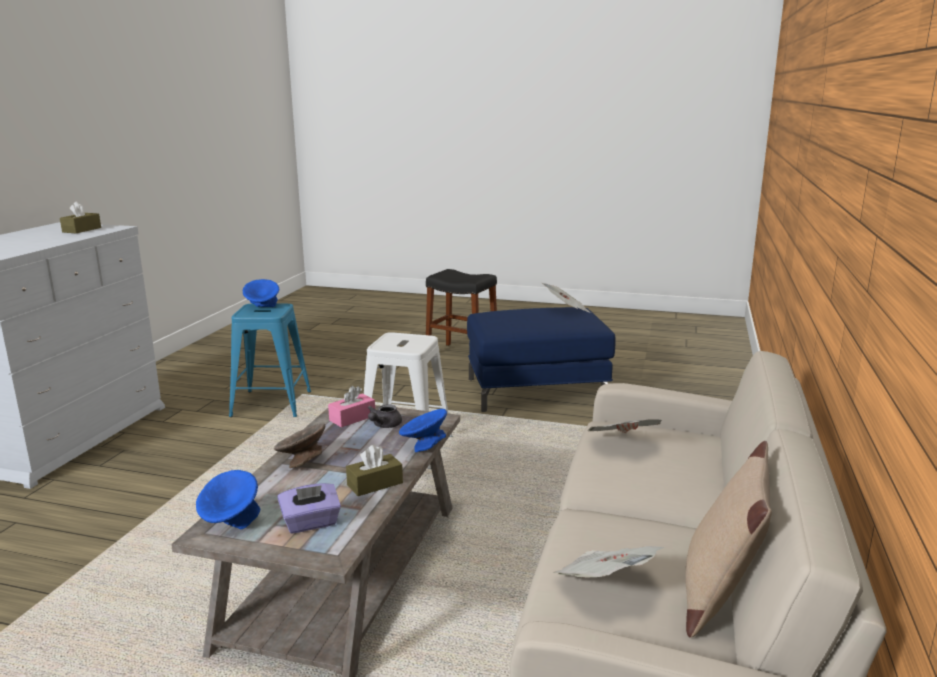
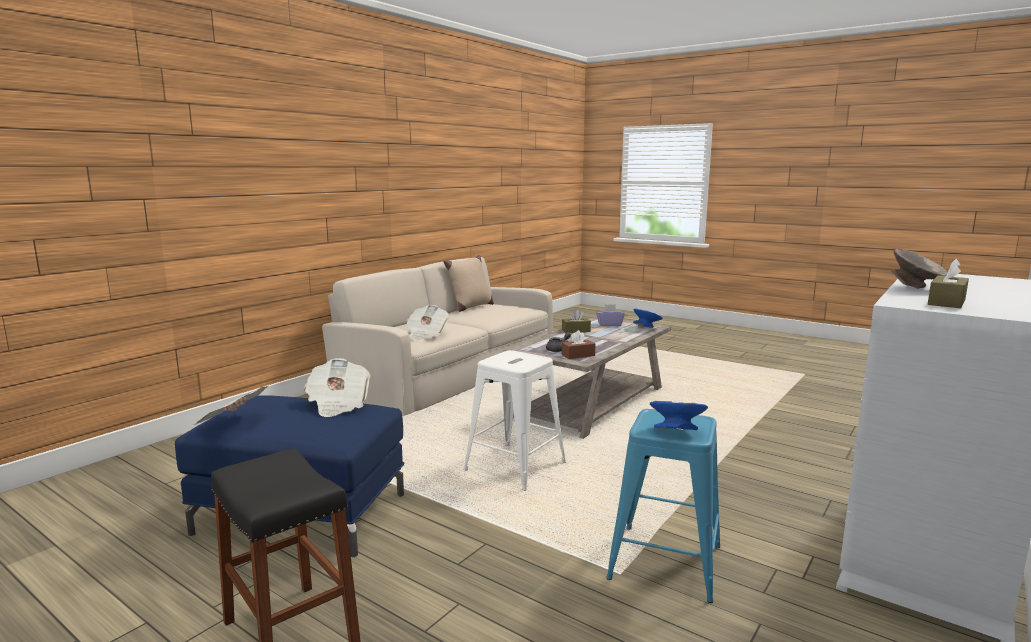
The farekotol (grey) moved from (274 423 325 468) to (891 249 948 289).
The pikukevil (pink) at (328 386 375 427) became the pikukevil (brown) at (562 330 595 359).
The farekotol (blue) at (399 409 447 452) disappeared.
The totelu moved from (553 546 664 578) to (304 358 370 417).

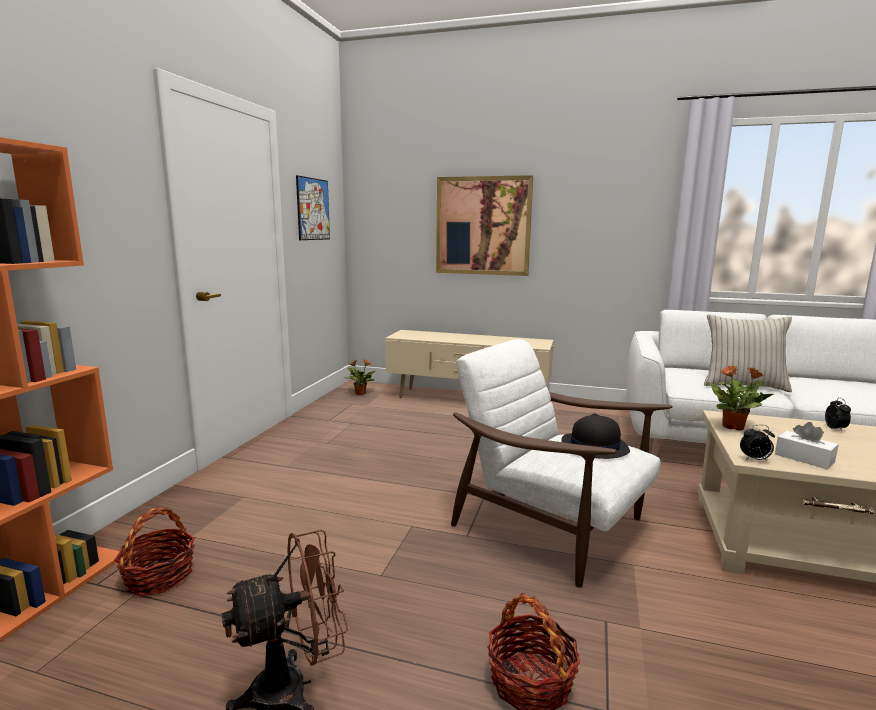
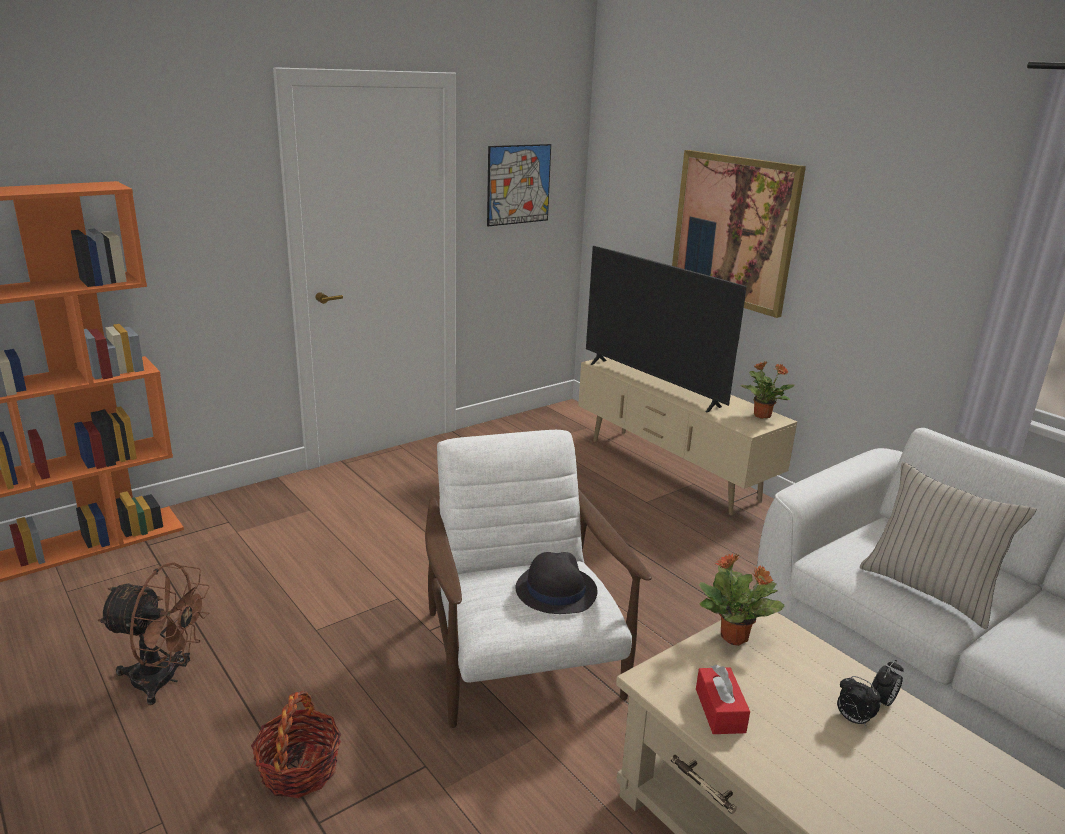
The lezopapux at (114 507 195 596) disappeared.
The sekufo moved from (344 360 375 395) to (740 362 795 419).
The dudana moved from (740 425 775 461) to (837 676 880 728).
The pikukevil (white) at (775 422 839 469) became the pikukevil (red) at (696 665 750 734).
The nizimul at (586 246 747 413) appeared.

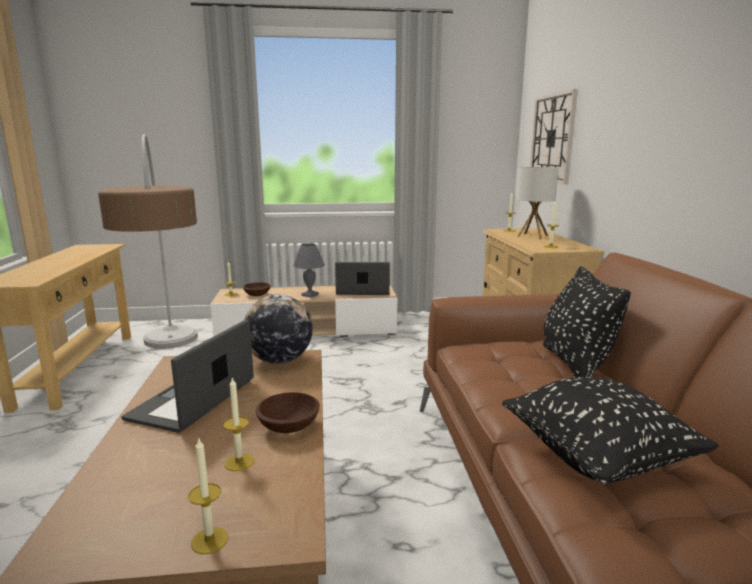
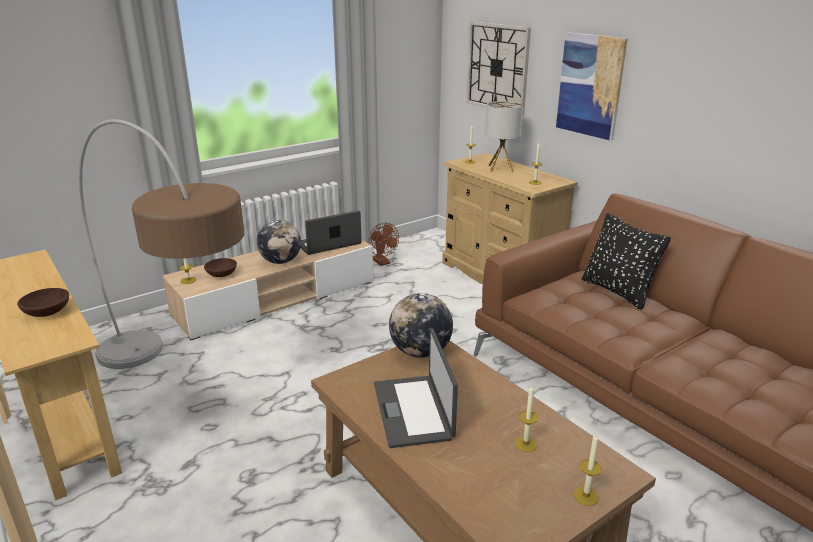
The farekotol (brown) moved from (256 392 320 433) to (17 288 69 317).
The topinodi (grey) at (293 243 325 298) was replaced by the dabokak at (257 220 301 264).
The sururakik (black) at (502 377 719 484) disappeared.
The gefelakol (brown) at (369 223 399 266) appeared.
The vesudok at (556 32 628 141) appeared.

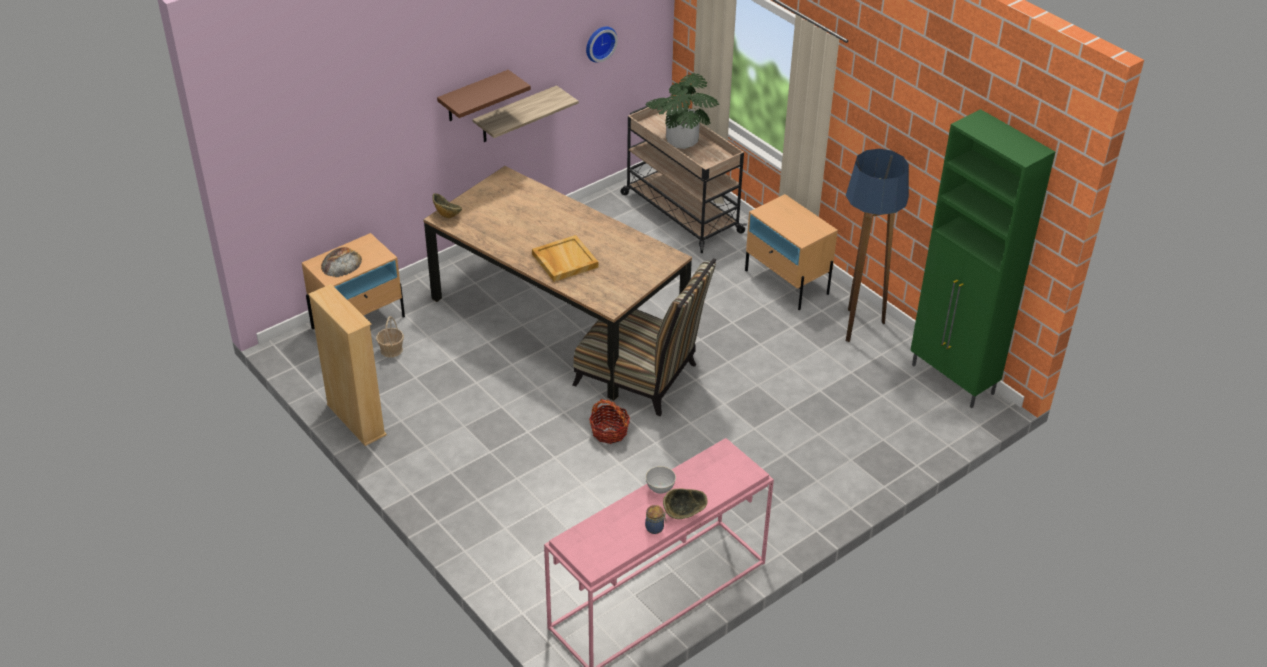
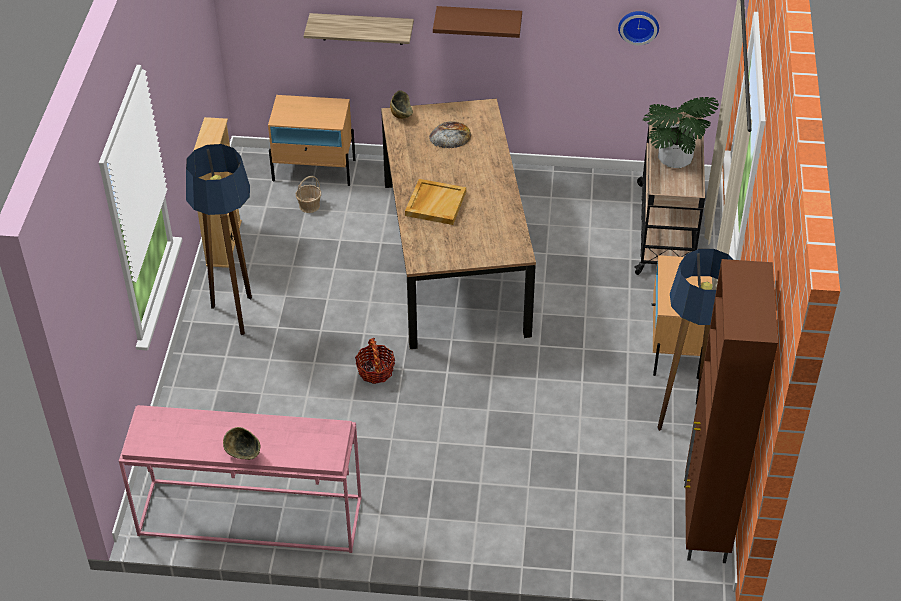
The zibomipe moved from (321 247 362 277) to (429 121 471 148).
The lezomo moved from (472 85 579 142) to (304 13 414 45).
The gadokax at (572 258 716 416) disappeared.
The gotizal at (645 505 666 534) disappeared.
The farekotol (grey) at (646 466 676 494) disappeared.
The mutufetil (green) at (910 109 1055 408) became the mutufetil (brown) at (684 259 778 563).
The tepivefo at (186 144 252 335) appeared.

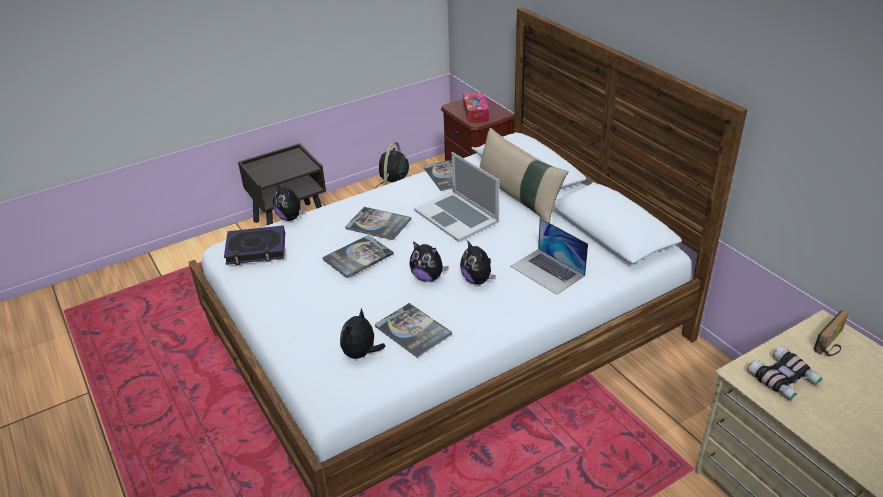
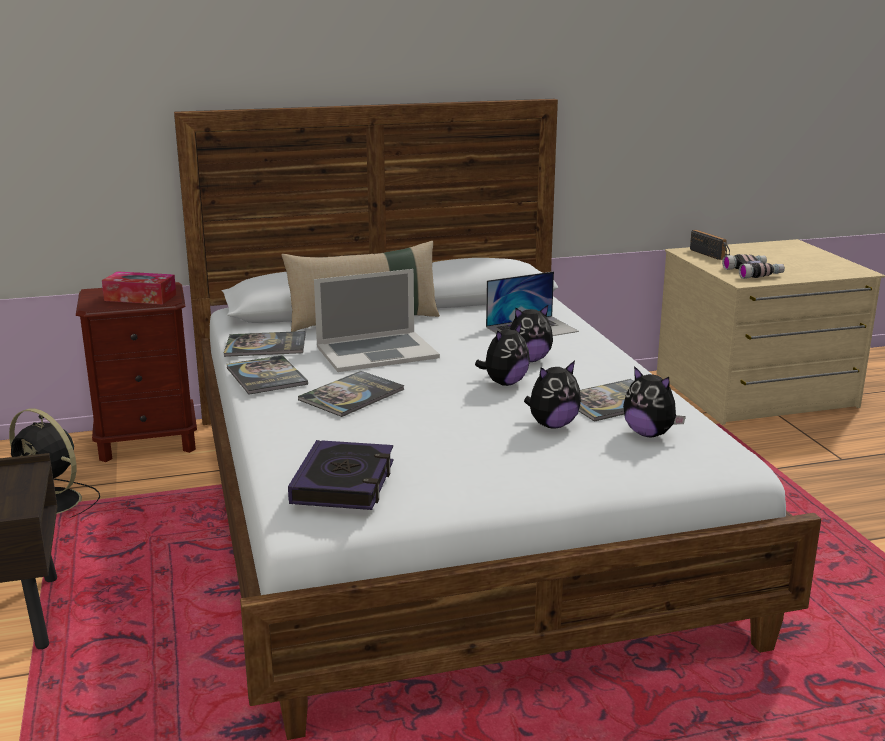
The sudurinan moved from (273 183 305 221) to (524 361 581 429).
The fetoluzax moved from (322 235 394 278) to (227 355 308 394).

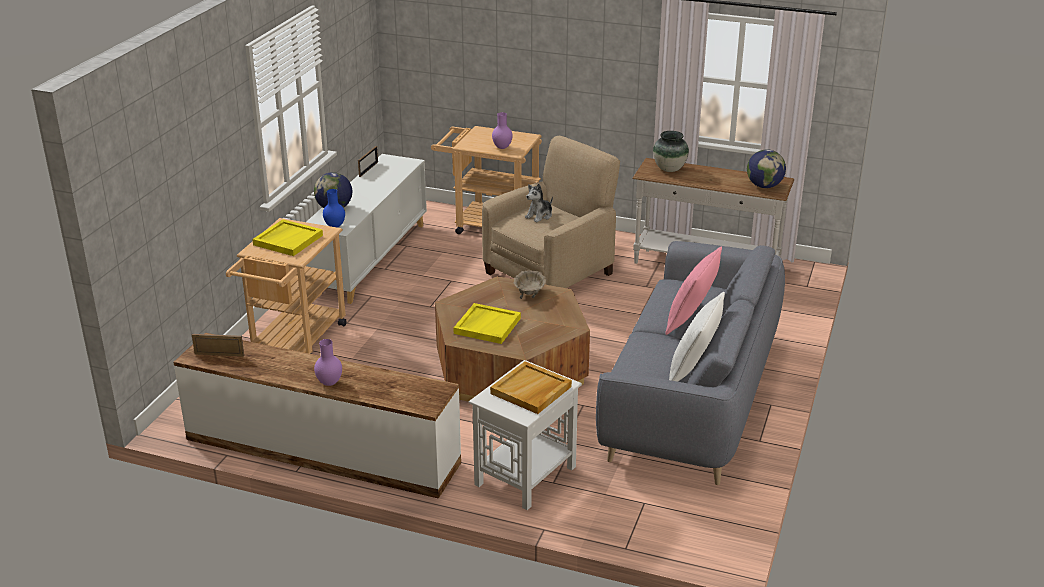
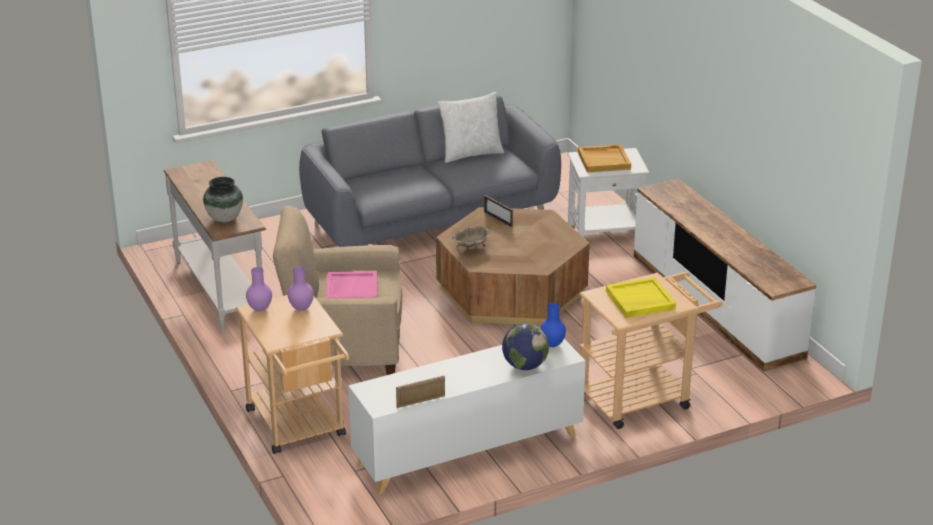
The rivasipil moved from (192 334 244 357) to (484 195 513 228).
The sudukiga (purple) moved from (314 339 342 386) to (246 267 272 311).
The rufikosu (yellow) at (454 303 521 344) disappeared.
The sudurinan at (525 184 553 222) was replaced by the rufikosu (pink) at (326 271 377 298).
The sururakik (pink) at (665 247 722 335) disappeared.
The dabokak at (747 149 786 188) disappeared.

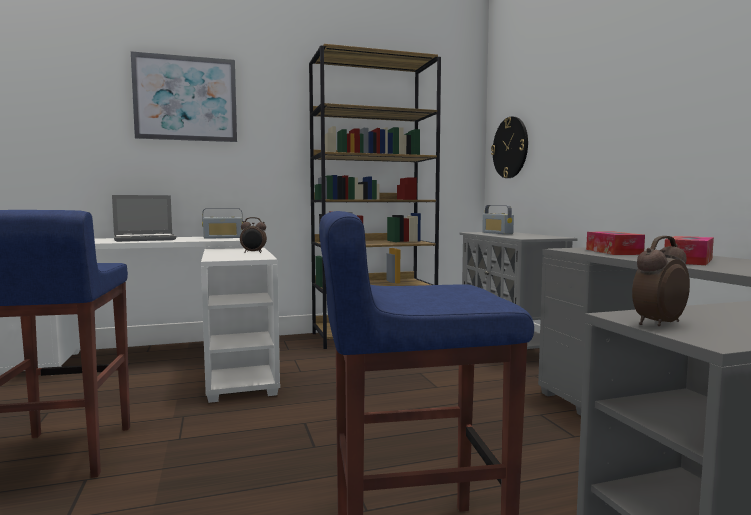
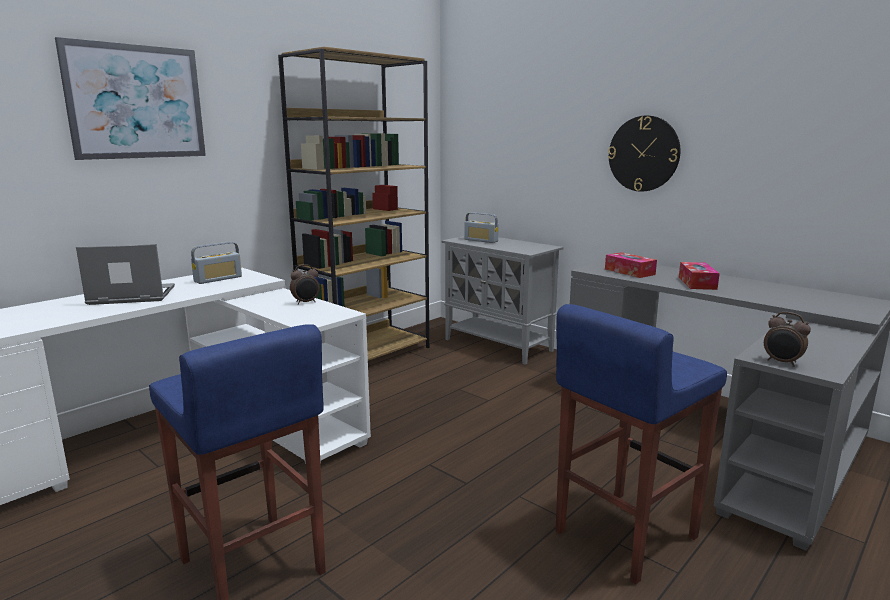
The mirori at (112 195 176 242) turned 135 degrees counterclockwise.
The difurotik moved from (491 117 528 178) to (608 116 680 192).
The dudana at (632 236 690 326) turned 75 degrees counterclockwise.

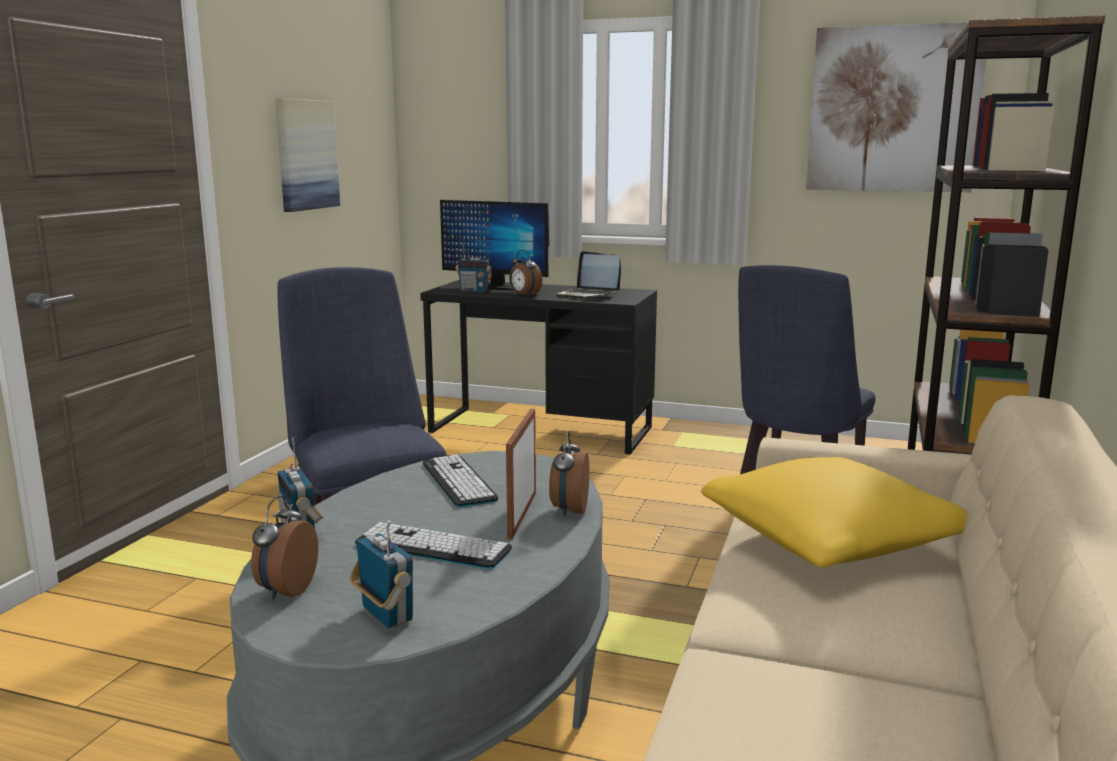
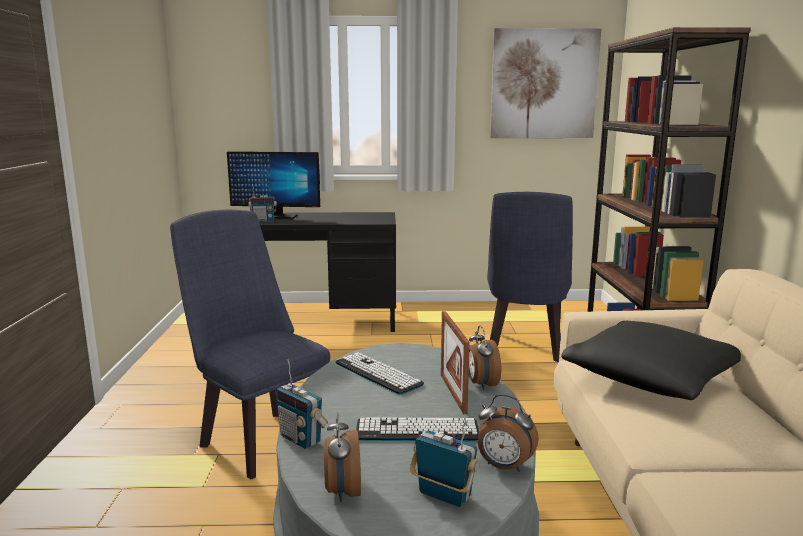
The vesudok at (275 98 340 212) disappeared.
The dudana moved from (509 250 542 297) to (478 394 539 472).
The mirori at (556 251 621 298) disappeared.
The sururakik (yellow) at (701 457 967 568) became the sururakik (black) at (561 321 741 400).

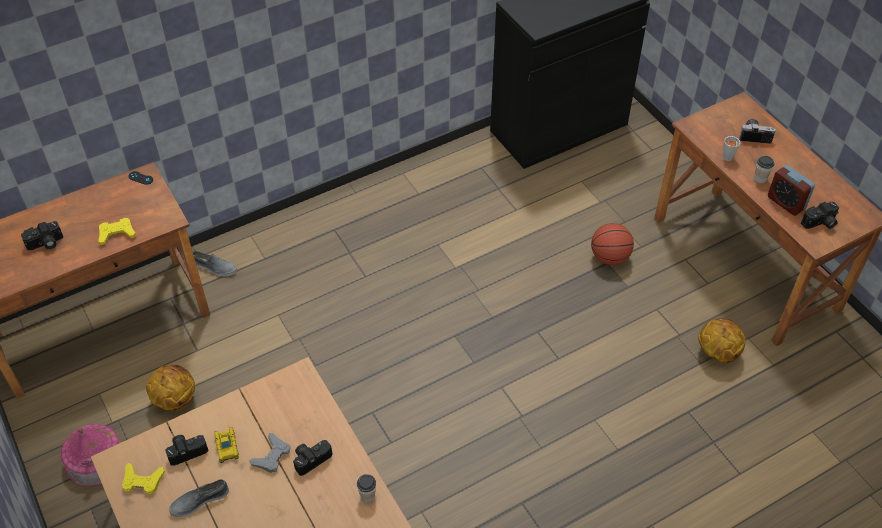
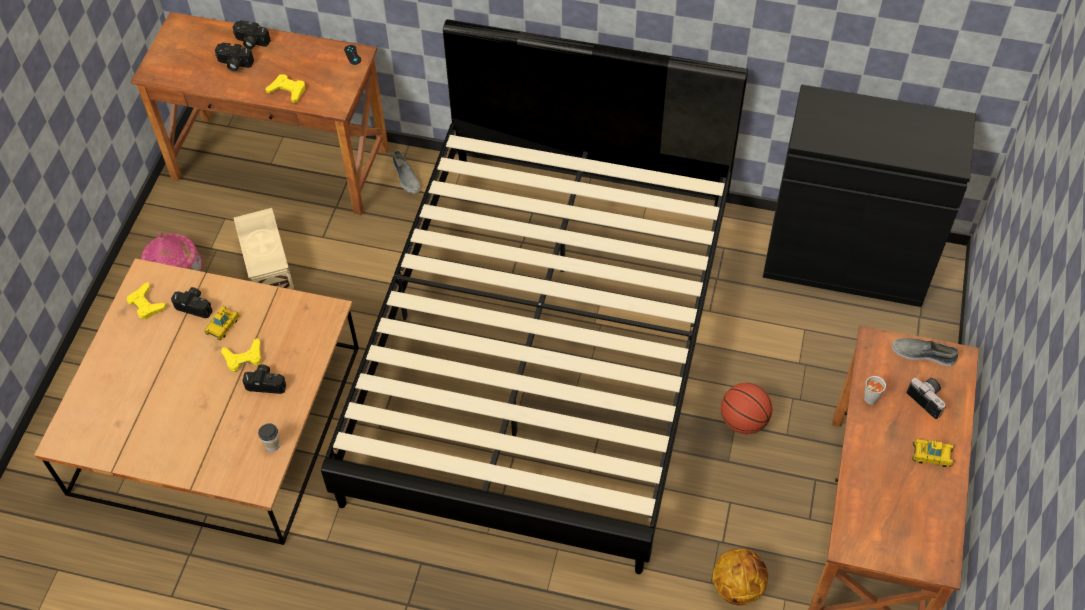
The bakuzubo at (146 365 195 411) was replaced by the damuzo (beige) at (234 208 295 290).
The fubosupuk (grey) moved from (169 479 229 517) to (892 338 958 366).
The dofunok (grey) at (249 433 290 473) became the dofunok (yellow) at (221 338 262 372).
The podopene at (754 156 774 183) disappeared.
The dudana at (768 165 815 216) disappeared.
The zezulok moved from (801 202 839 229) to (233 20 271 49).
The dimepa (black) at (321 19 748 574) appeared.
The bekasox at (912 439 954 467) appeared.

